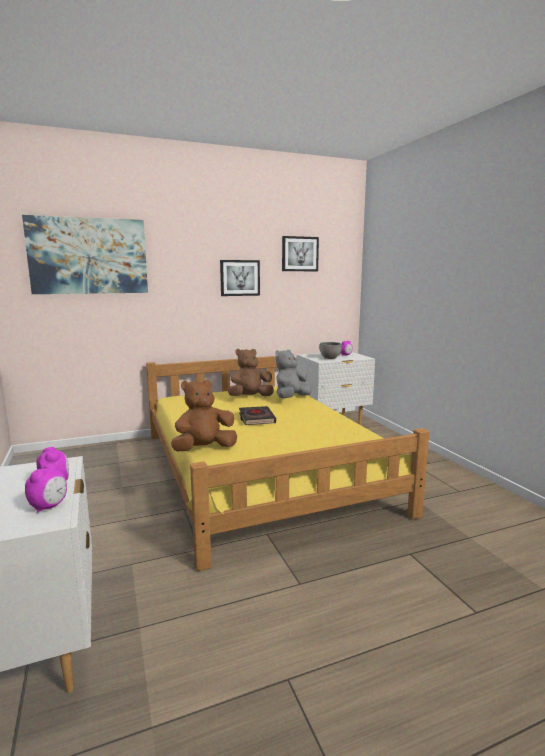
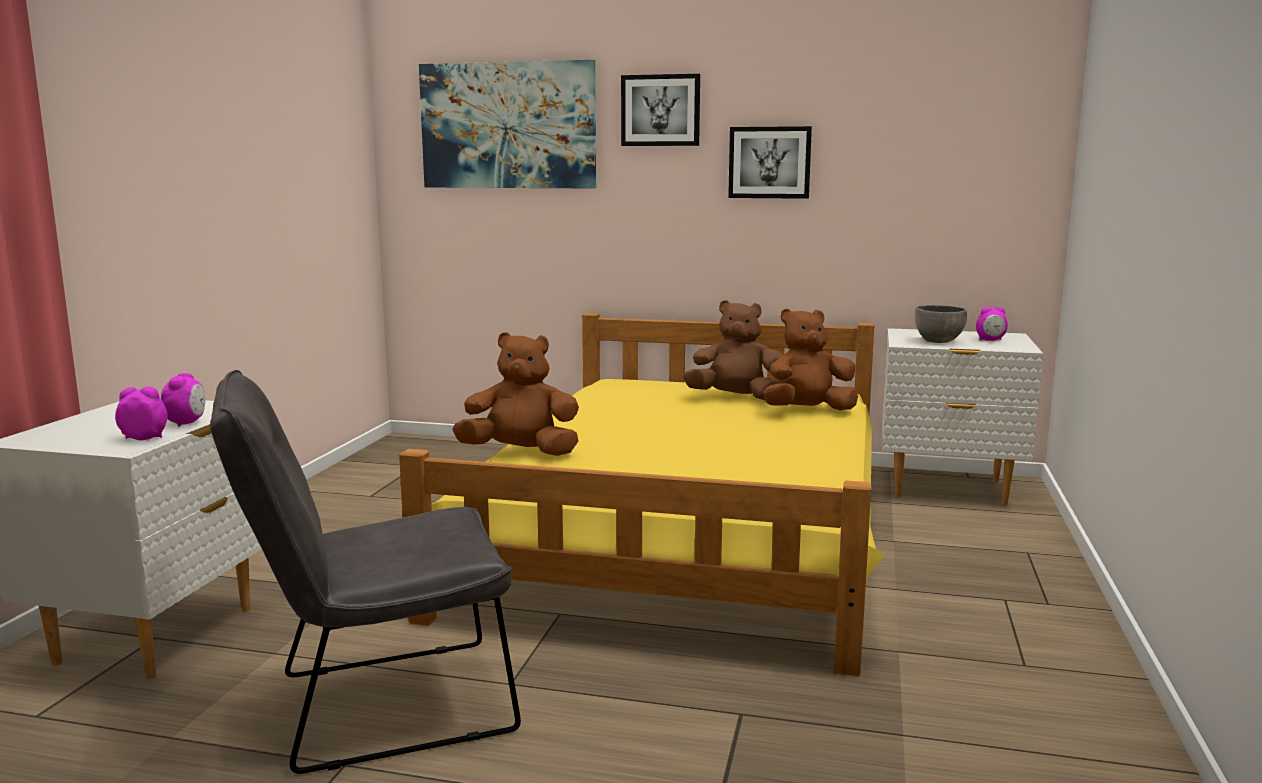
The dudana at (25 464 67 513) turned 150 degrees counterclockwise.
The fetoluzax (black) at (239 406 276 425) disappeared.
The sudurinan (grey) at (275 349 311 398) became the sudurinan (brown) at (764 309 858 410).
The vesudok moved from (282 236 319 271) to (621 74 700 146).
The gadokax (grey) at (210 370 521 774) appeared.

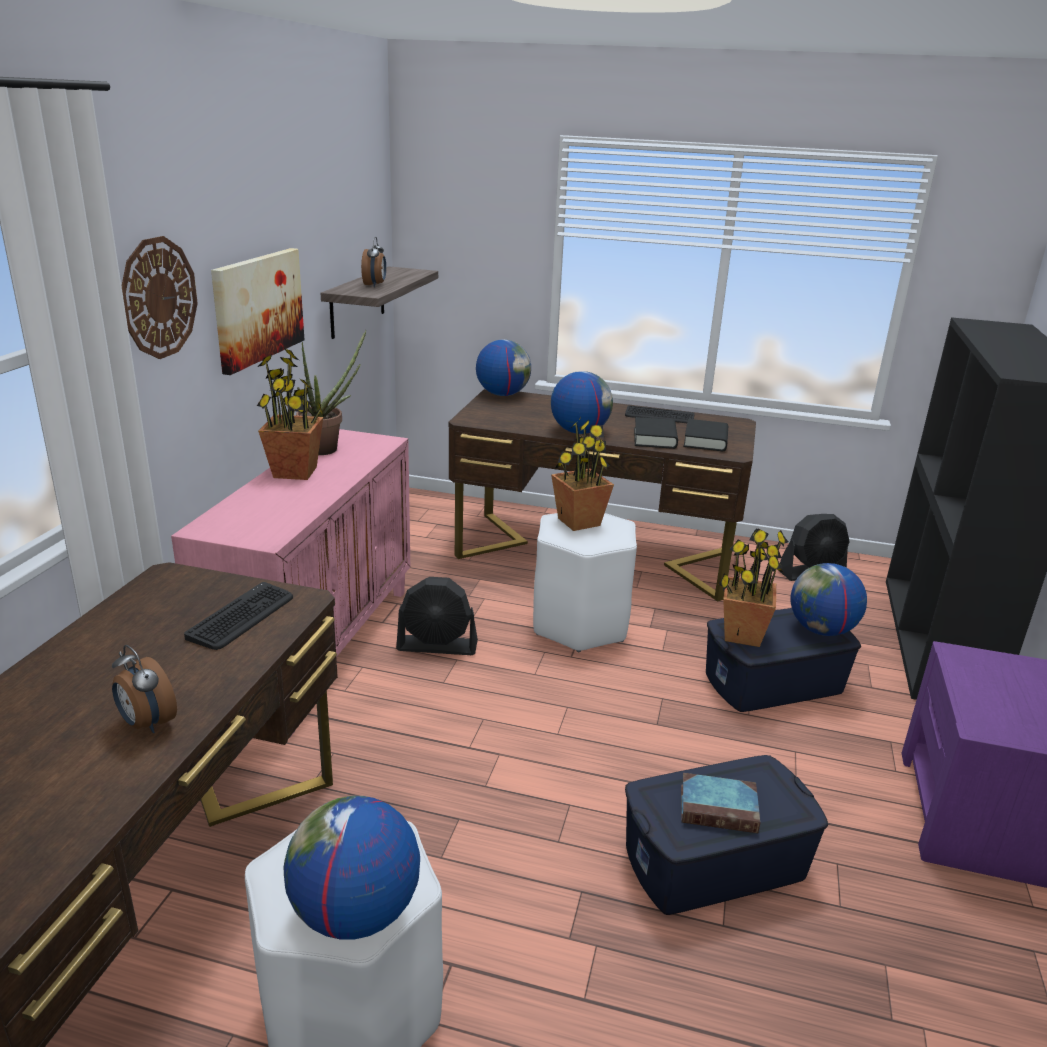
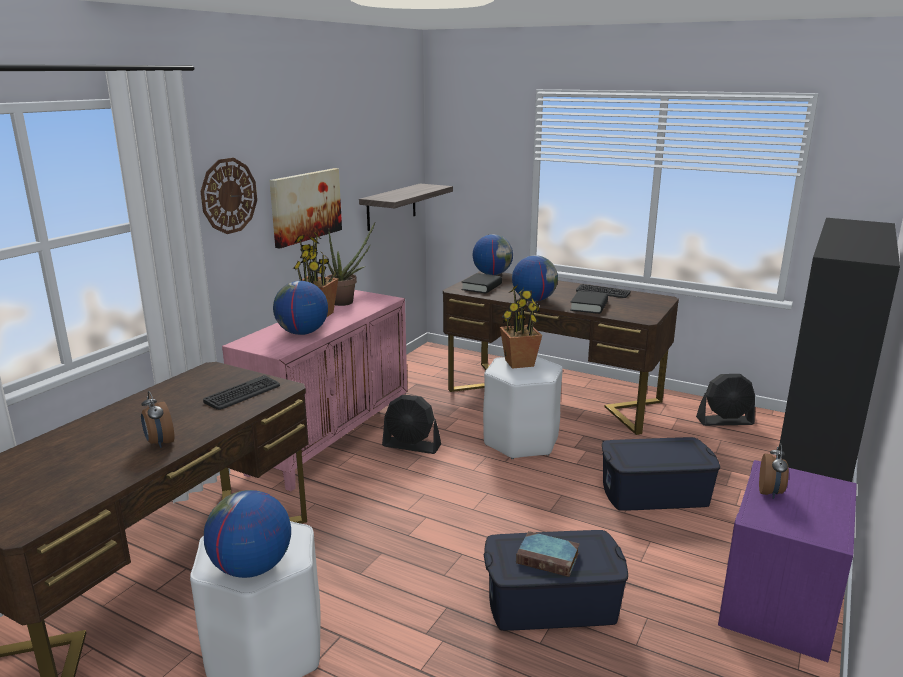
The dudana moved from (361 237 386 287) to (759 443 789 499).
The fetoluzax (black) moved from (684 419 728 451) to (461 273 502 293).
The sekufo at (719 528 788 647) disappeared.
The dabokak moved from (790 563 867 636) to (273 281 328 335).

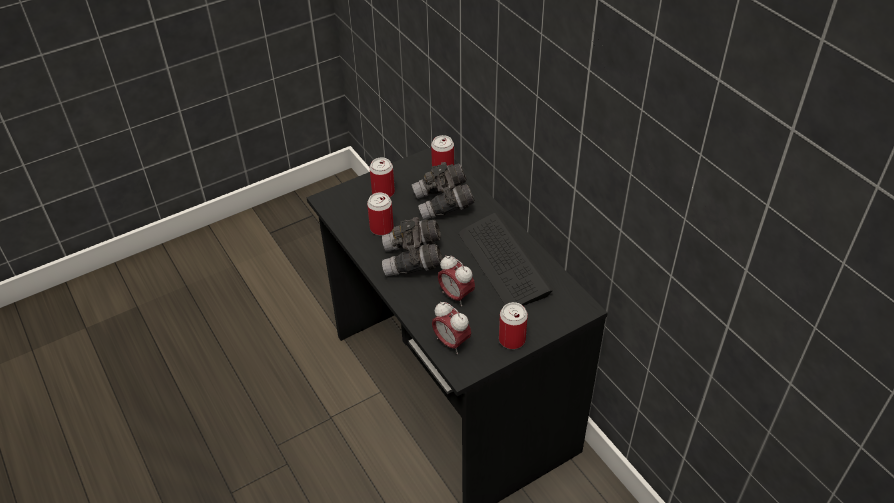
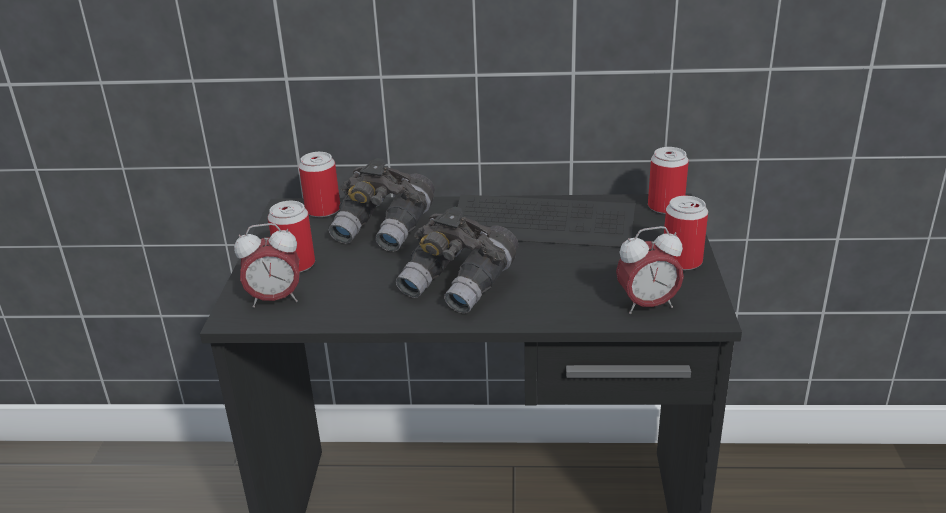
The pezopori moved from (367 192 394 235) to (648 147 689 214).
The dudana moved from (438 256 475 306) to (234 223 300 308).

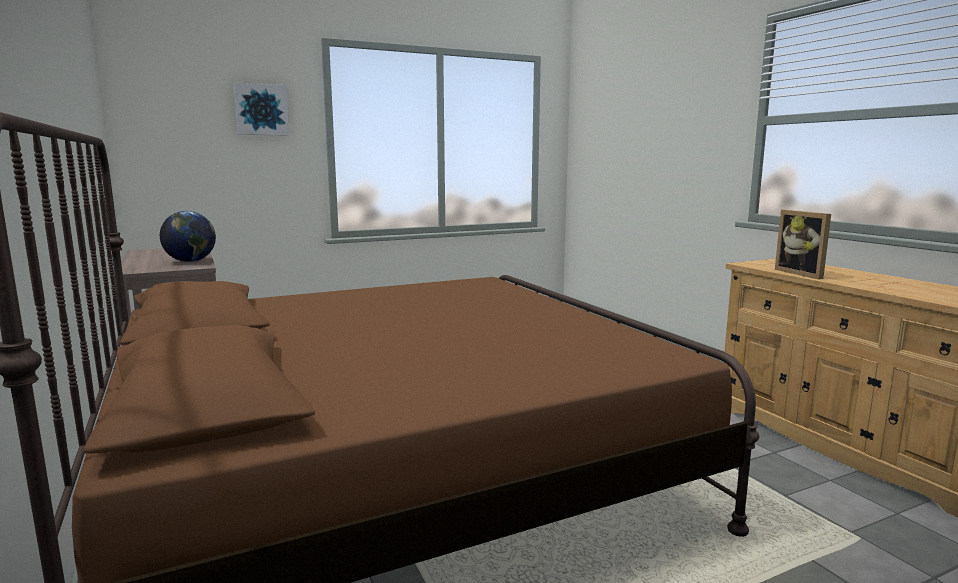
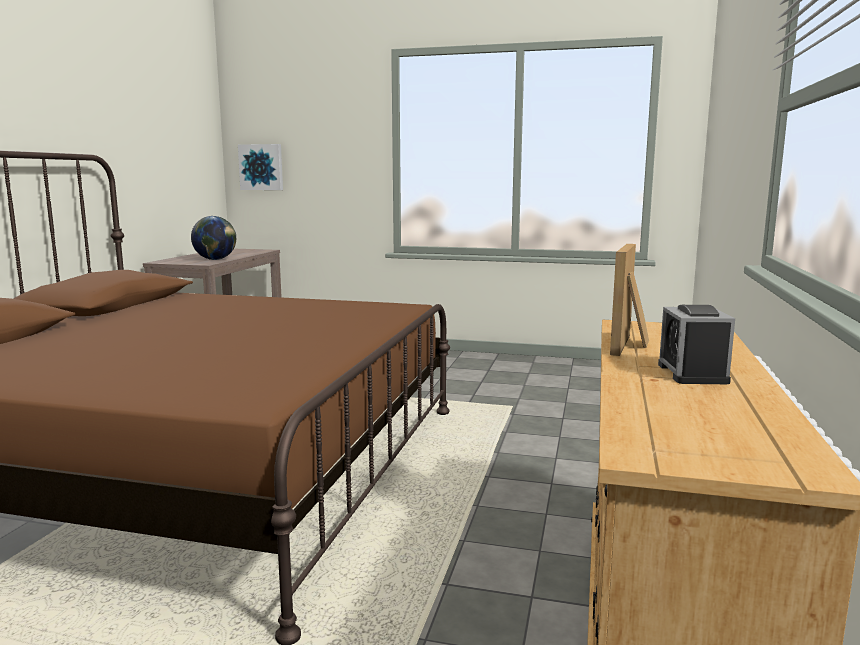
The vesudok moved from (234 82 290 136) to (238 144 283 190).
The dudana at (658 305 735 384) appeared.

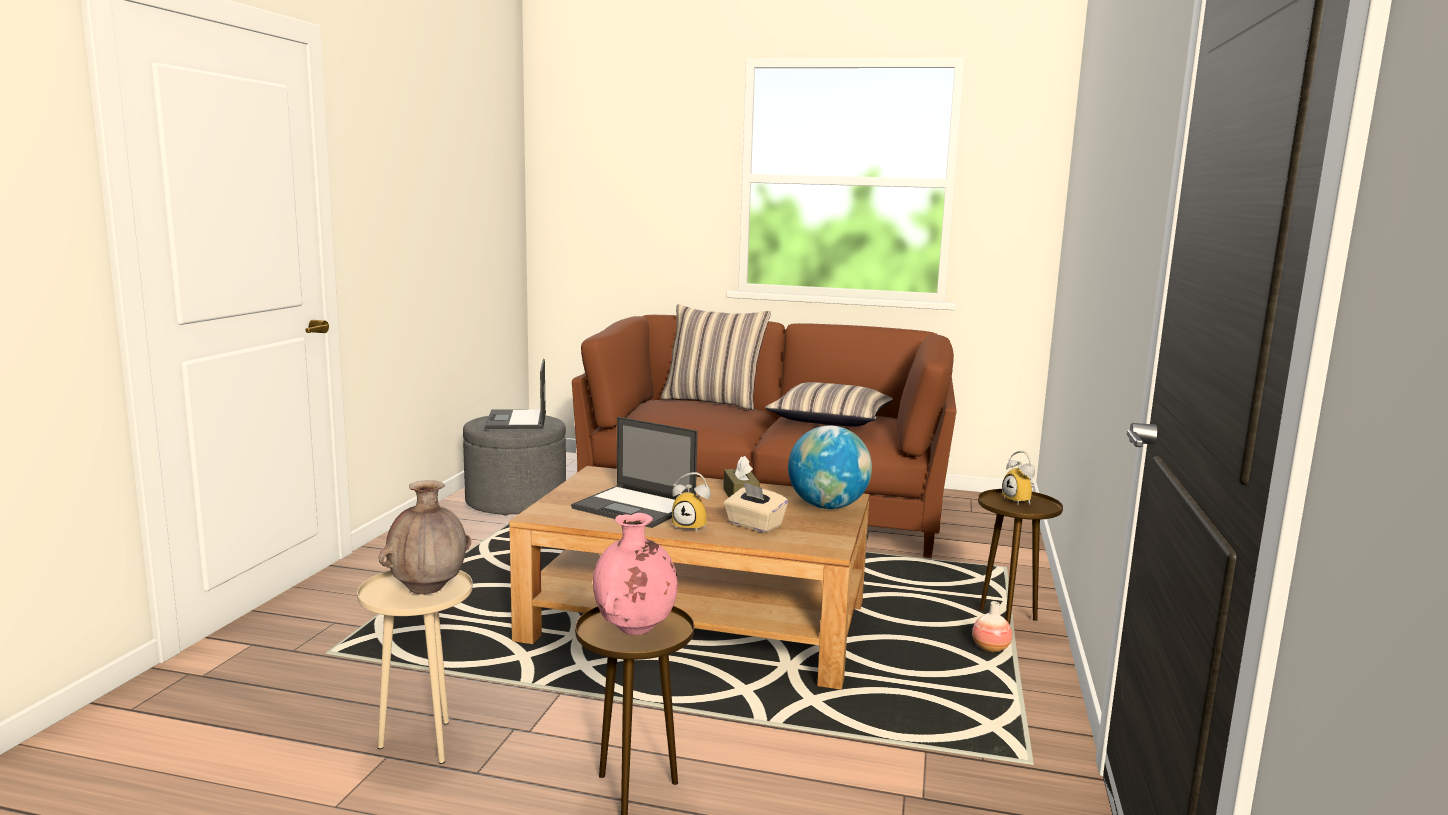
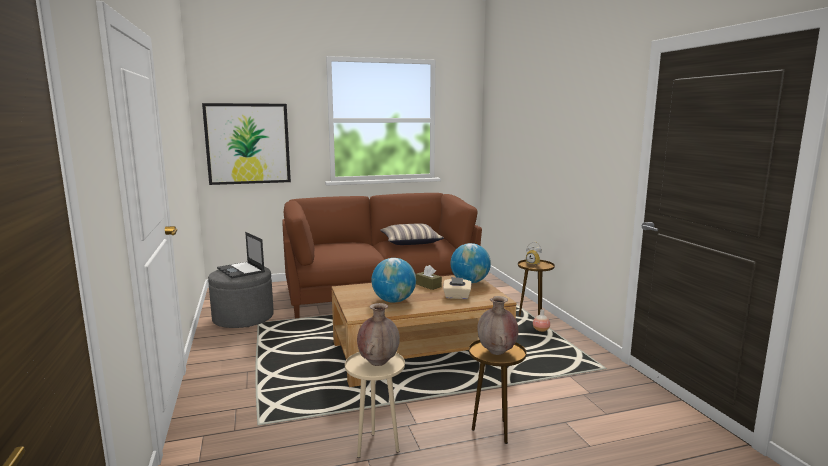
The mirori at (571 417 698 528) was replaced by the dabokak at (372 258 416 303).
The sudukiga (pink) at (593 513 678 635) became the sudukiga (brown) at (477 296 518 355).
The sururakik at (661 304 771 410) disappeared.
The dudana at (672 472 711 532) disappeared.
The vesudok at (202 103 291 185) appeared.

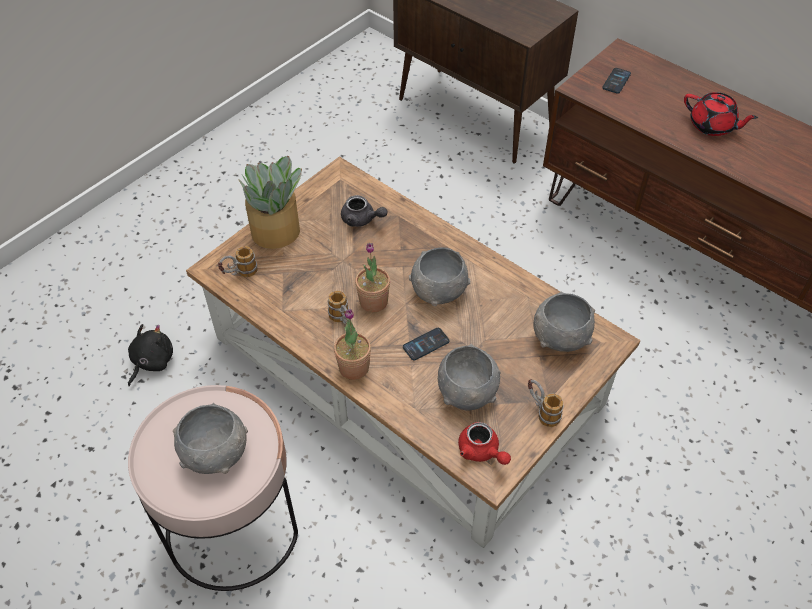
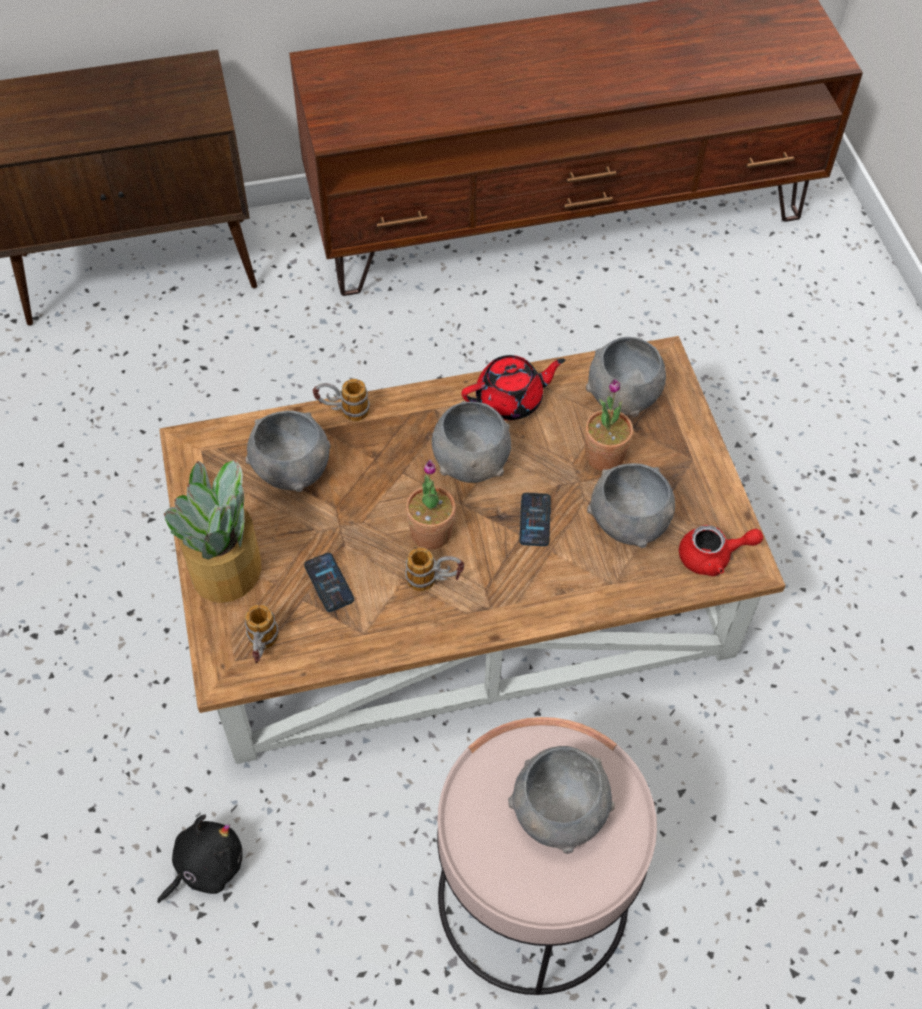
The sudurinan (black) at (128 324 173 386) turned 75 degrees clockwise.
The sekufo moved from (334 309 371 380) to (585 379 633 471).
The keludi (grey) at (341 195 387 227) was replaced by the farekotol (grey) at (246 411 331 492).
The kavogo moved from (528 379 564 427) to (313 379 370 421).
The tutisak moved from (602 68 631 94) to (304 553 354 612).
The keludi (red) moved from (684 92 758 136) to (461 355 565 420).

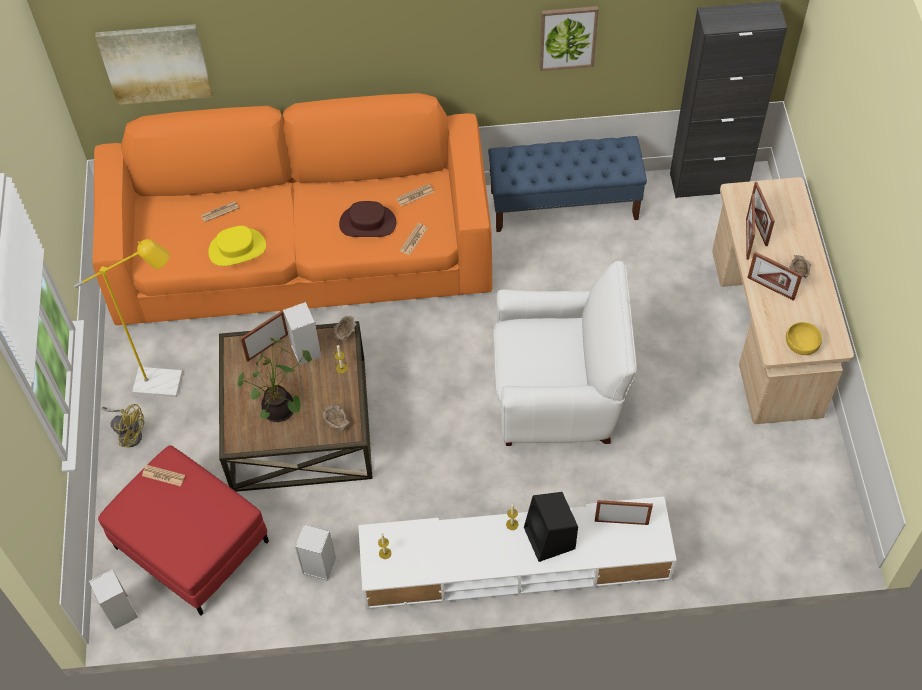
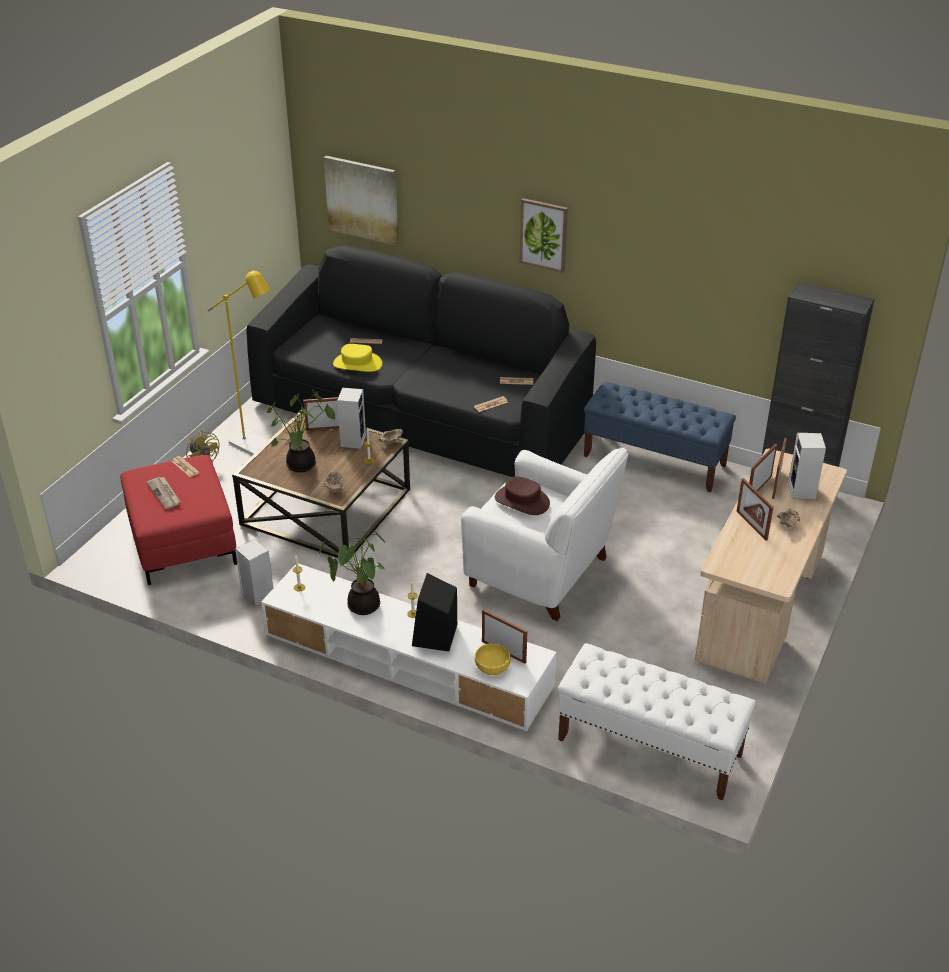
The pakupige moved from (89 569 138 629) to (788 433 826 499).
The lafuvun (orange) at (93 93 492 325) became the lafuvun (black) at (246 246 596 477).
The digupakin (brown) moved from (339 201 396 237) to (495 476 550 515).
The vesudok moved from (539 6 599 71) to (519 198 568 273).
The farekotol (yellow) moved from (786 322 822 355) to (475 643 511 675).
The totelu at (146 477 180 509) appeared.
The sekufo at (319 528 386 615) appeared.
The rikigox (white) at (558 643 756 801) appeared.

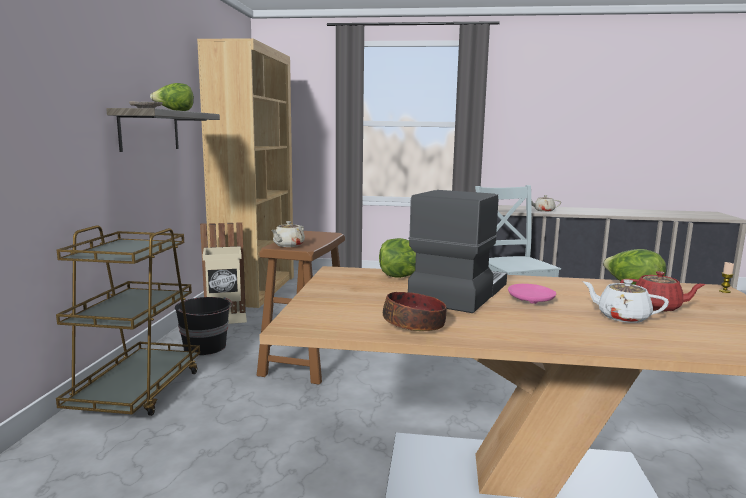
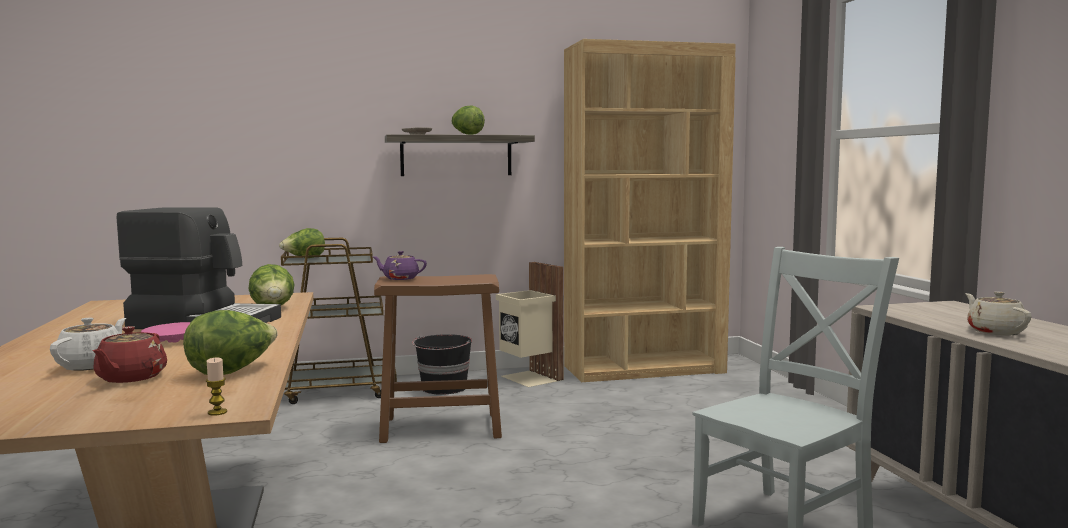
The keludi (beige) at (271 221 305 247) became the keludi (purple) at (372 251 427 280).
The farekotol at (383 292 447 331) disappeared.
The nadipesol at (279 228 325 258) appeared.

